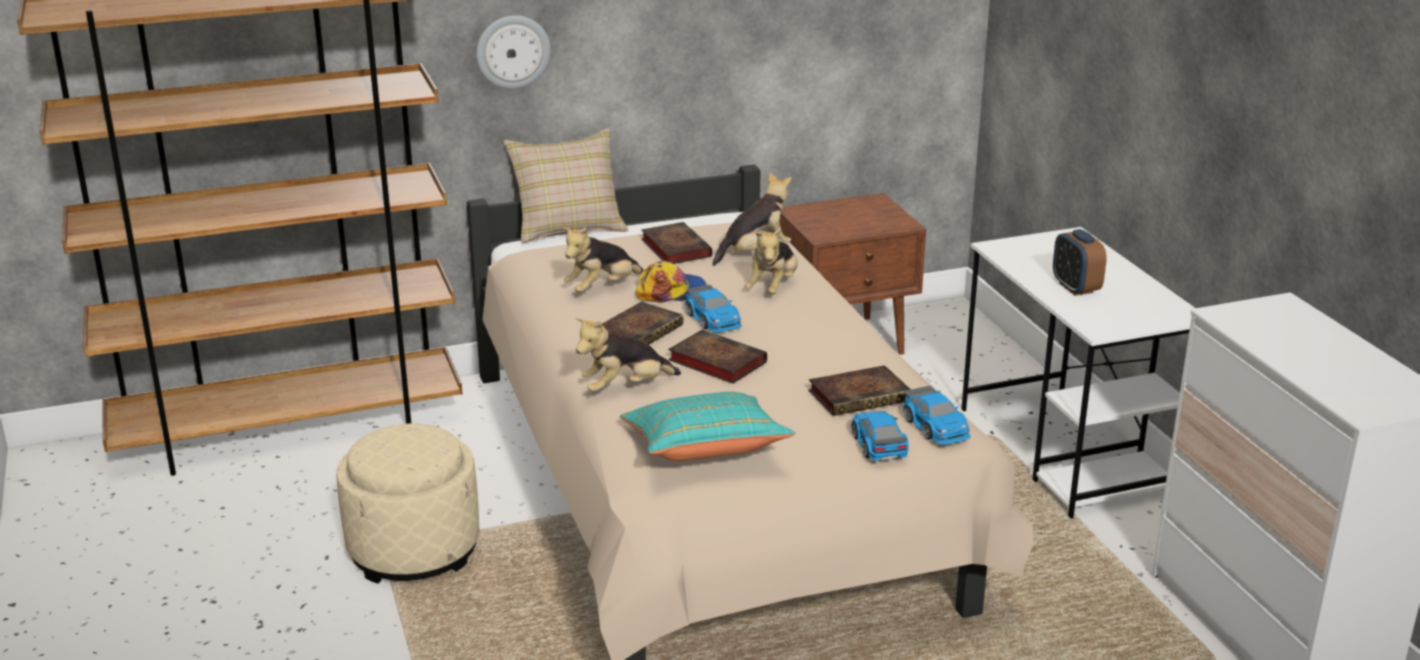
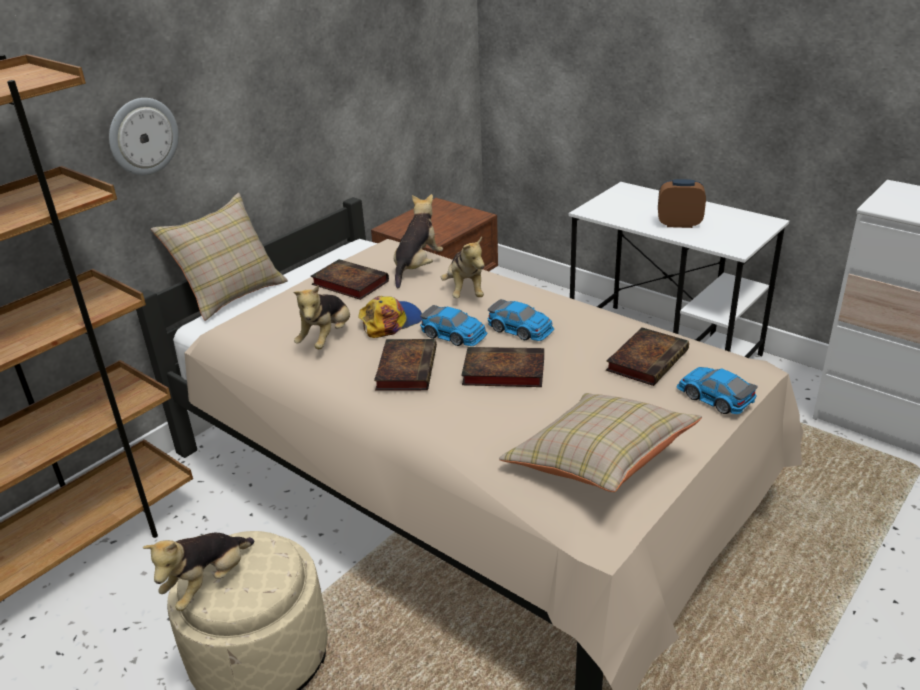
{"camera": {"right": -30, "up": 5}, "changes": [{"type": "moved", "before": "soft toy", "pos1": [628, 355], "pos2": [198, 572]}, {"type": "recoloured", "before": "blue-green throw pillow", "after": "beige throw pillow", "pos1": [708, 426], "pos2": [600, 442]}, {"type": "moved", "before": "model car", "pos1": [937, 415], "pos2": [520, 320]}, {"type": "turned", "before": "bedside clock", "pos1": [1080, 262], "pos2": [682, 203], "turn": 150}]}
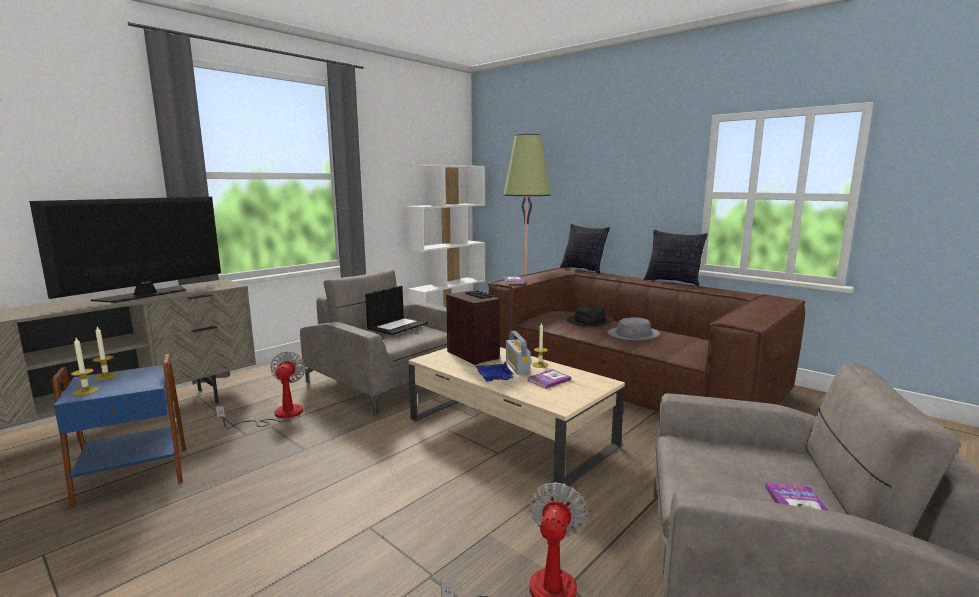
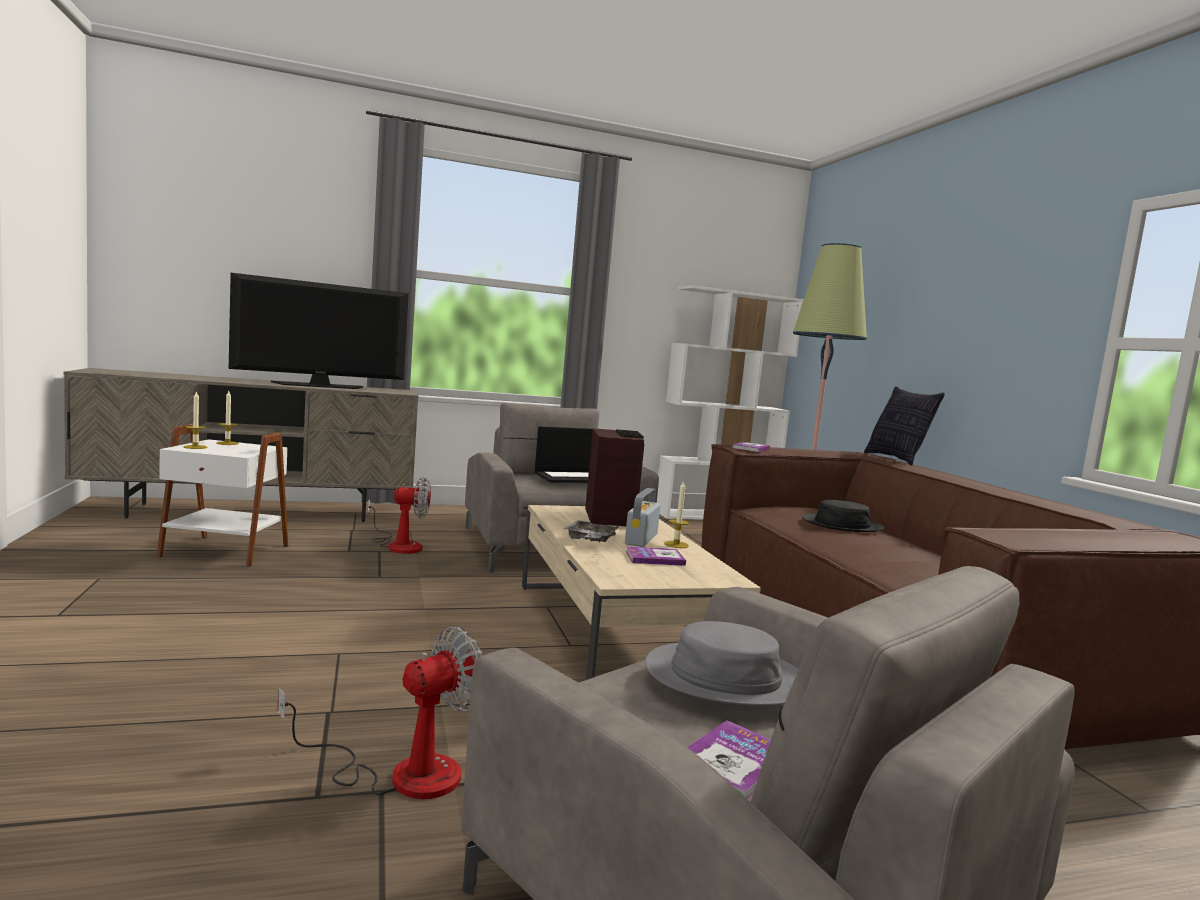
{"camera": {"right": 30, "up": -5}, "changes": [{"type": "recoloured", "before": "blue side table", "after": "white side table", "pos1": [119, 431], "pos2": [222, 495]}, {"type": "turned", "before": "cooling fan", "pos1": [260, 390], "pos2": [399, 515], "turn": 60}, {"type": "recoloured", "before": "blue serving tray", "after": "grey serving tray", "pos1": [495, 371], "pos2": [591, 531]}, {"type": "moved", "before": "grey wearable hat", "pos1": [634, 329], "pos2": [722, 663]}, {"type": "removed", "before": "throw pillow", "pos1": [676, 258]}]}
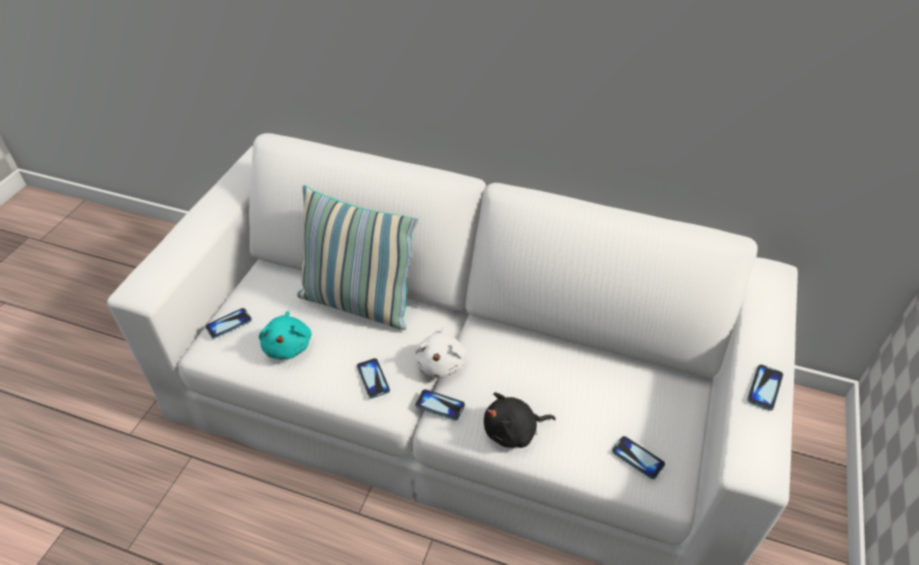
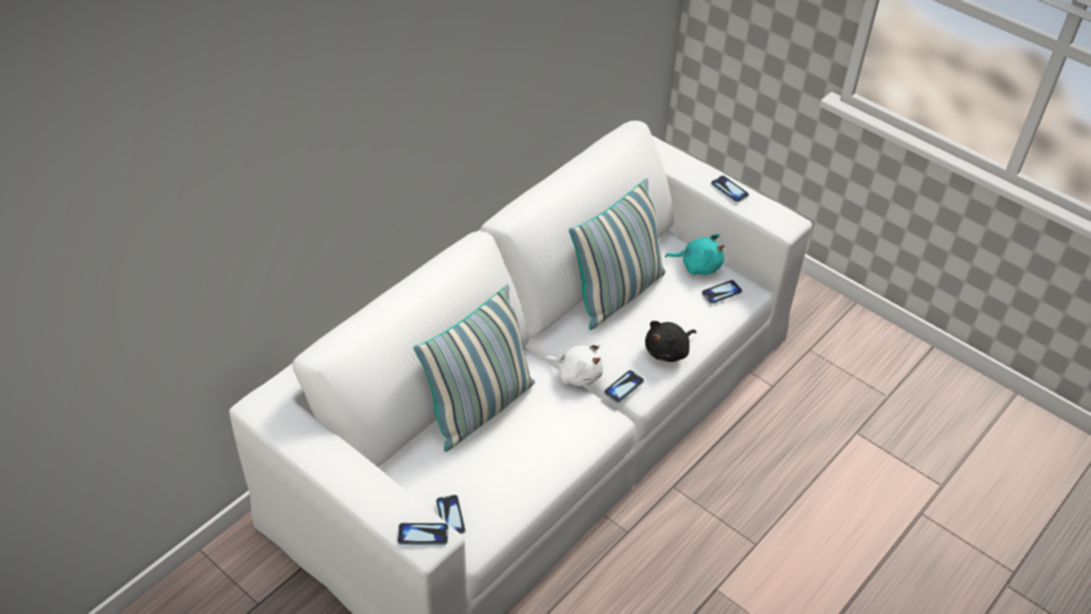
{"camera": {"right": -70, "up": 0}, "changes": [{"type": "moved", "before": "blue-green soft toy", "pos1": [285, 335], "pos2": [695, 254]}, {"type": "moved", "before": "handset", "pos1": [373, 378], "pos2": [422, 534]}, {"type": "turned", "before": "blackish soft toy", "pos1": [520, 420], "pos2": [670, 341], "turn": 45}, {"type": "added", "after": "throw pillow", "pos2": [617, 254]}]}
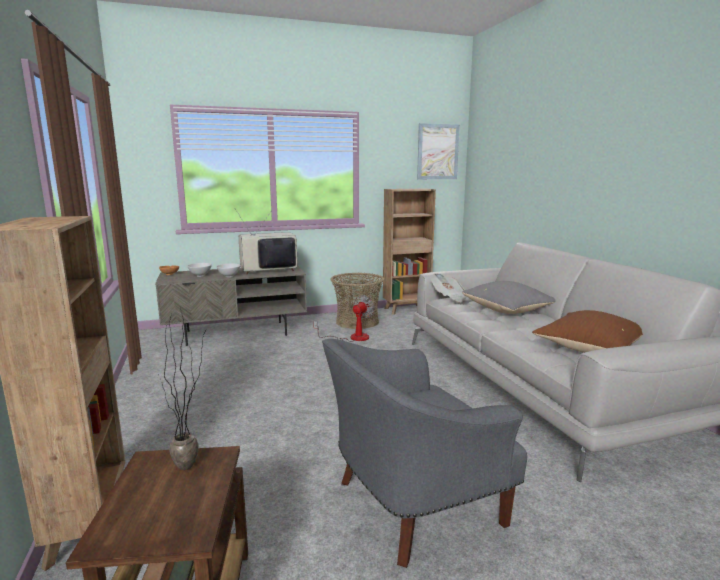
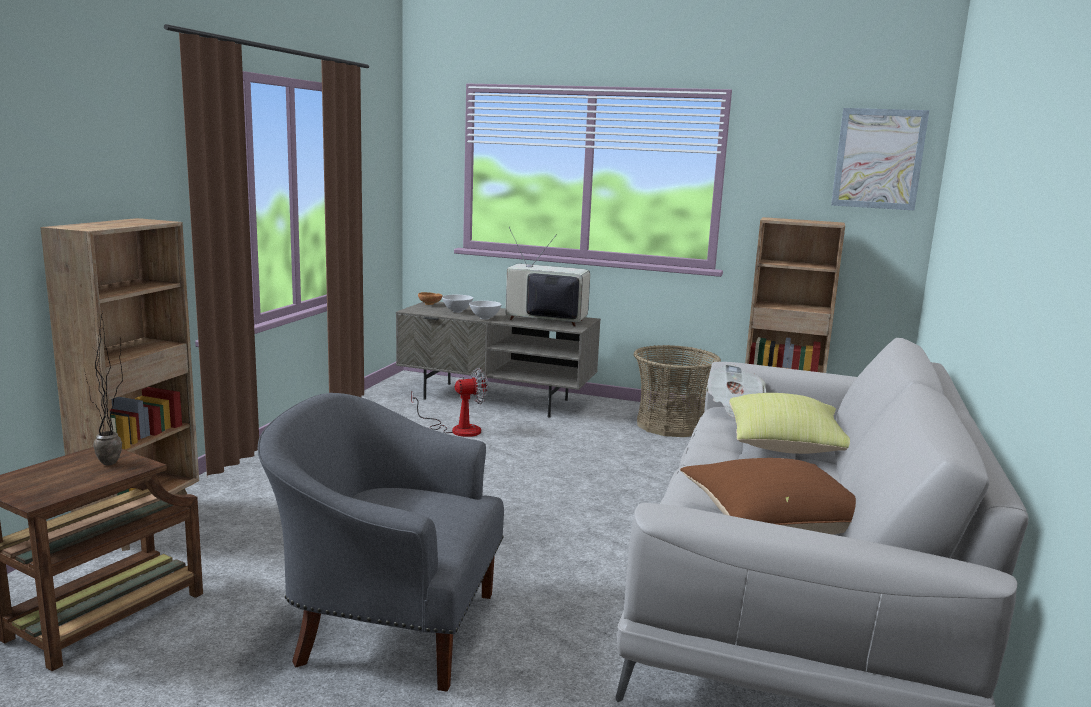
{"camera": {"right": 35, "up": 0}, "changes": [{"type": "moved", "before": "cooling fan", "pos1": [343, 318], "pos2": [449, 402]}, {"type": "recoloured", "before": "grey throw pillow", "after": "yellow throw pillow", "pos1": [508, 297], "pos2": [789, 423]}]}
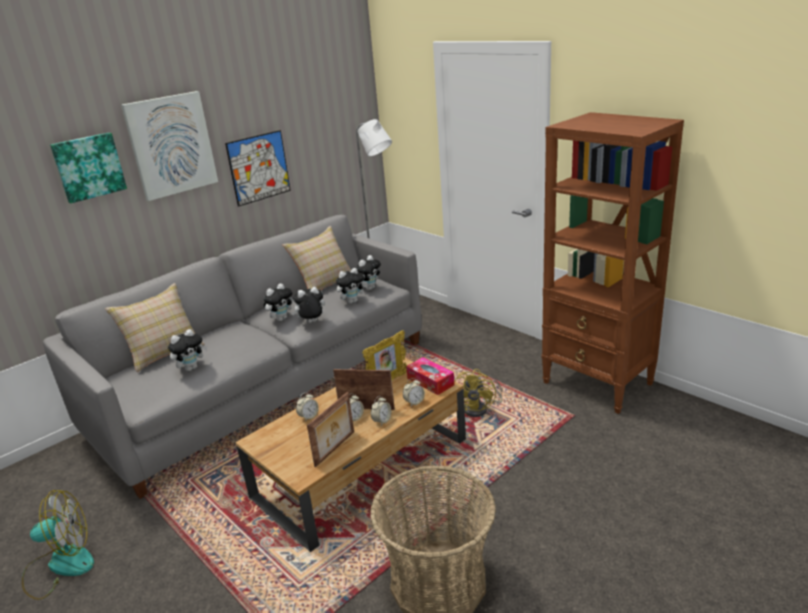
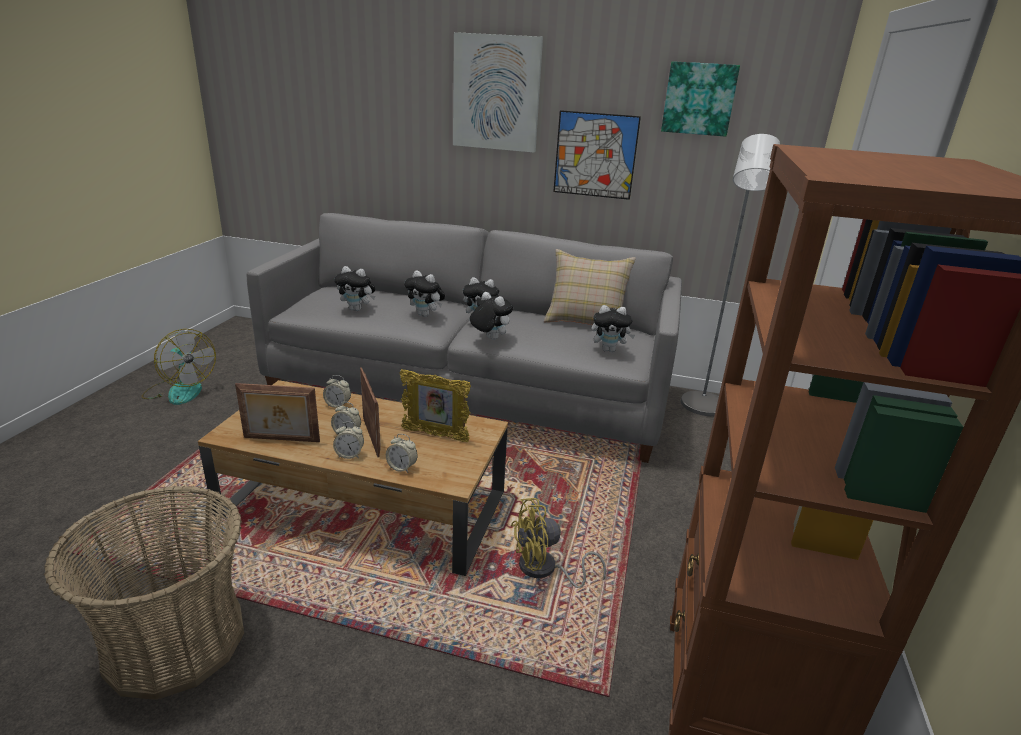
{"camera": {"right": 55, "up": 0}, "changes": [{"type": "moved", "before": "wall art", "pos1": [88, 168], "pos2": [700, 99]}, {"type": "removed", "before": "beige throw pillow", "pos1": [155, 327]}, {"type": "moved", "before": "soft toy", "pos1": [351, 286], "pos2": [424, 293]}, {"type": "removed", "before": "tissue holder", "pos1": [430, 376]}]}
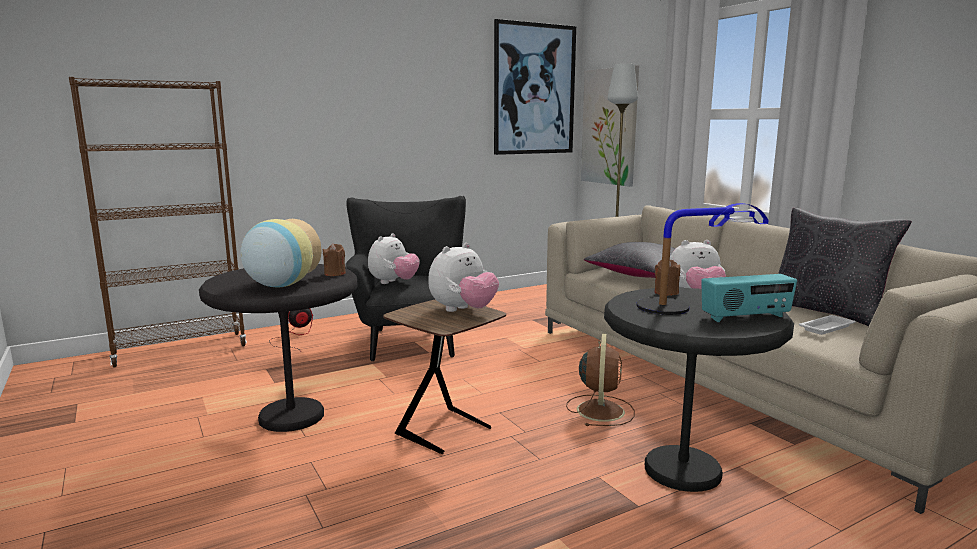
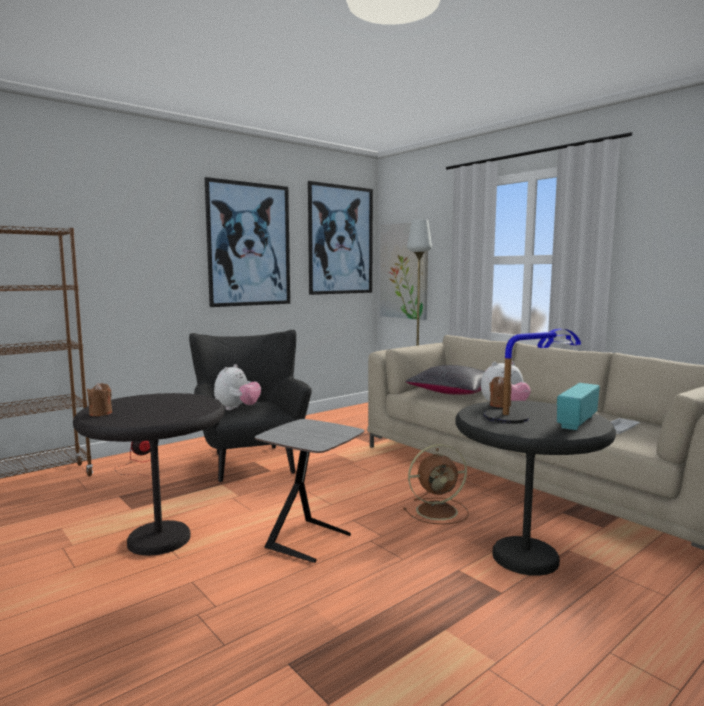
{"camera": {"right": -10, "up": -5}, "changes": [{"type": "removed", "before": "vase", "pos1": [281, 253]}, {"type": "moved", "before": "brownish candle", "pos1": [334, 259], "pos2": [99, 399]}, {"type": "recoloured", "before": "brownish side table", "after": "grey side table", "pos1": [444, 377], "pos2": [309, 491]}, {"type": "removed", "before": "soft toy", "pos1": [463, 277]}, {"type": "turned", "before": "brownish cooling fan", "pos1": [600, 380], "pos2": [436, 484], "turn": 75}, {"type": "turned", "before": "radio", "pos1": [749, 298], "pos2": [578, 406], "turn": 150}, {"type": "removed", "before": "blackish throw pillow", "pos1": [845, 267]}, {"type": "added", "after": "wall art", "pos2": [247, 242]}]}
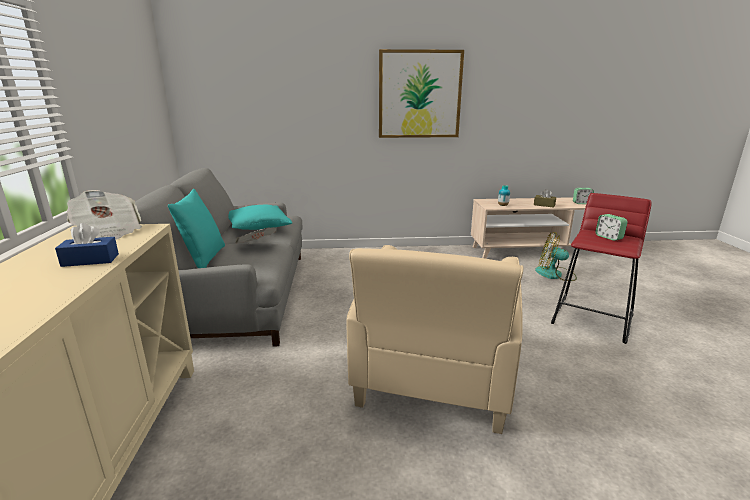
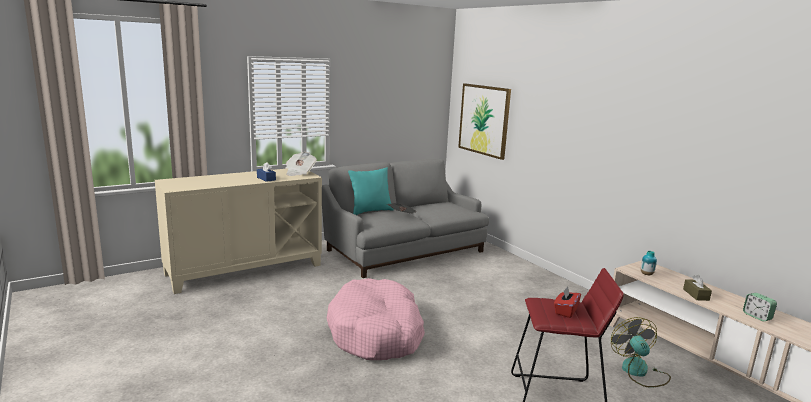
{"camera": {"right": 60, "up": -5}, "changes": [{"type": "removed", "before": "blue-green throw pillow", "pos1": [260, 217]}, {"type": "replaced", "before": "beige easy chair", "after": "pinkish pet bed", "pos1": [435, 339], "pos2": [376, 319]}, {"type": "moved", "before": "wall art", "pos1": [421, 93], "pos2": [484, 121]}, {"type": "replaced", "before": "bedside clock", "after": "red-coloured tissue holder", "pos1": [611, 227], "pos2": [567, 302]}]}
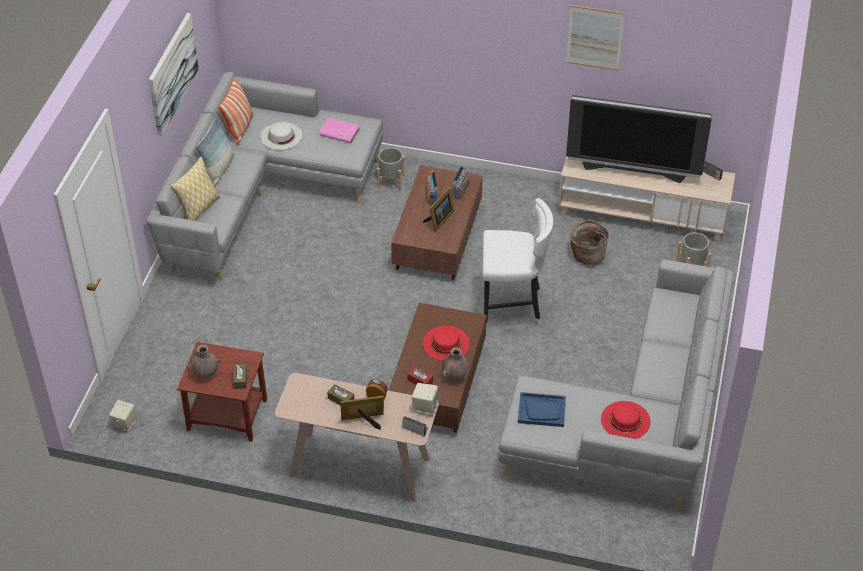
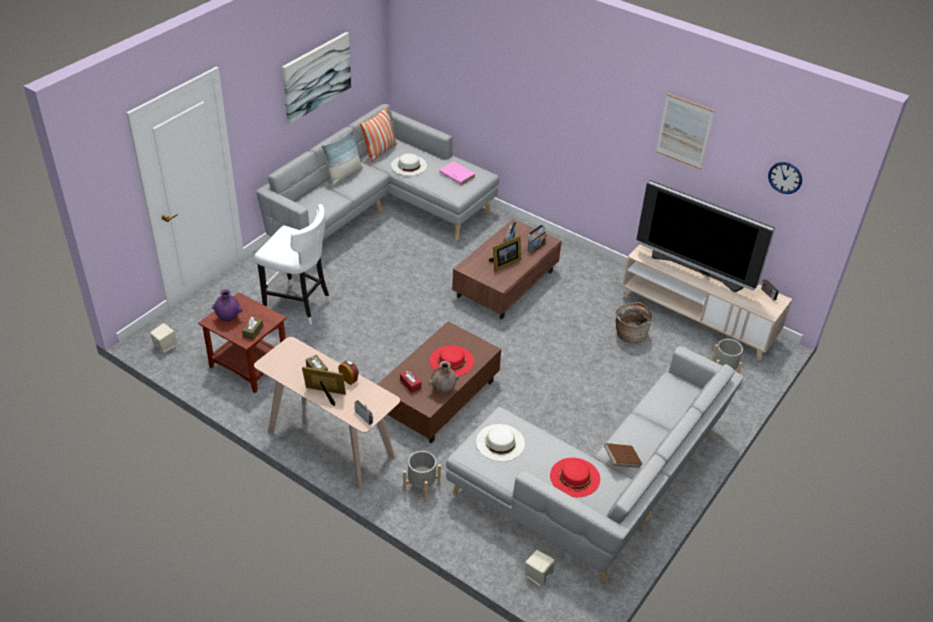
{"camera": {"right": 20, "up": -5}, "changes": [{"type": "removed", "before": "throw pillow", "pos1": [195, 189]}, {"type": "recoloured", "before": "brownish vase", "after": "purple vase", "pos1": [204, 361], "pos2": [227, 305]}, {"type": "moved", "before": "grey planter", "pos1": [391, 169], "pos2": [422, 476]}, {"type": "moved", "before": "beige audio speaker", "pos1": [425, 399], "pos2": [539, 568]}, {"type": "moved", "before": "white sitting stool", "pos1": [517, 263], "pos2": [292, 264]}, {"type": "replaced", "before": "blue serving tray", "after": "white wearable hat", "pos1": [542, 409], "pos2": [500, 442]}, {"type": "added", "after": "brownish volume", "pos2": [623, 455]}, {"type": "added", "after": "clock on the wall", "pos2": [785, 178]}]}
